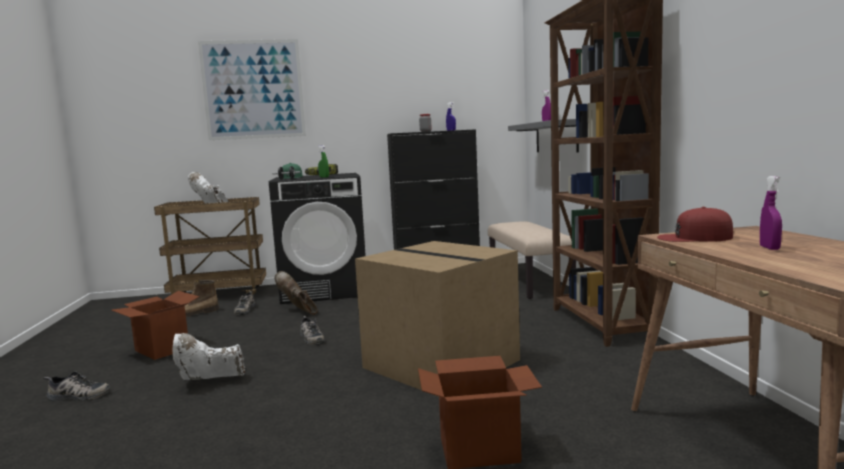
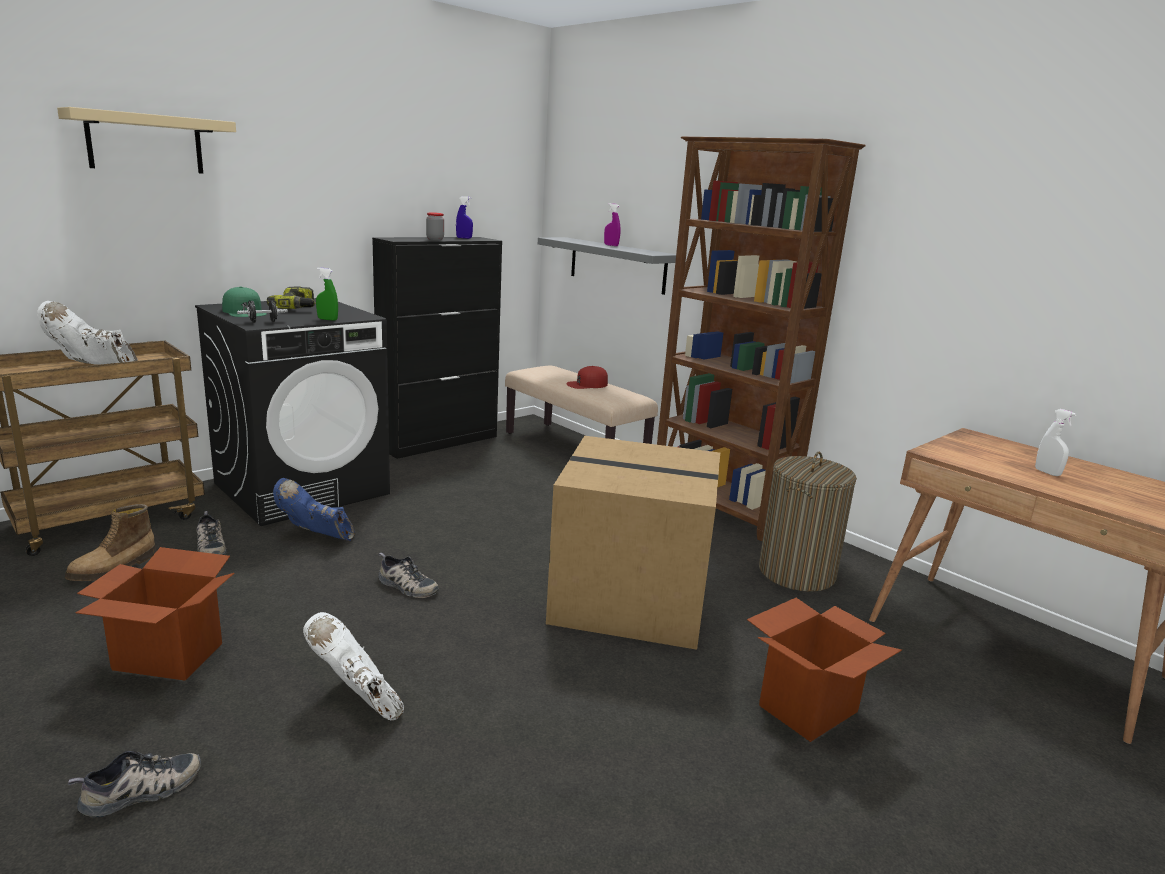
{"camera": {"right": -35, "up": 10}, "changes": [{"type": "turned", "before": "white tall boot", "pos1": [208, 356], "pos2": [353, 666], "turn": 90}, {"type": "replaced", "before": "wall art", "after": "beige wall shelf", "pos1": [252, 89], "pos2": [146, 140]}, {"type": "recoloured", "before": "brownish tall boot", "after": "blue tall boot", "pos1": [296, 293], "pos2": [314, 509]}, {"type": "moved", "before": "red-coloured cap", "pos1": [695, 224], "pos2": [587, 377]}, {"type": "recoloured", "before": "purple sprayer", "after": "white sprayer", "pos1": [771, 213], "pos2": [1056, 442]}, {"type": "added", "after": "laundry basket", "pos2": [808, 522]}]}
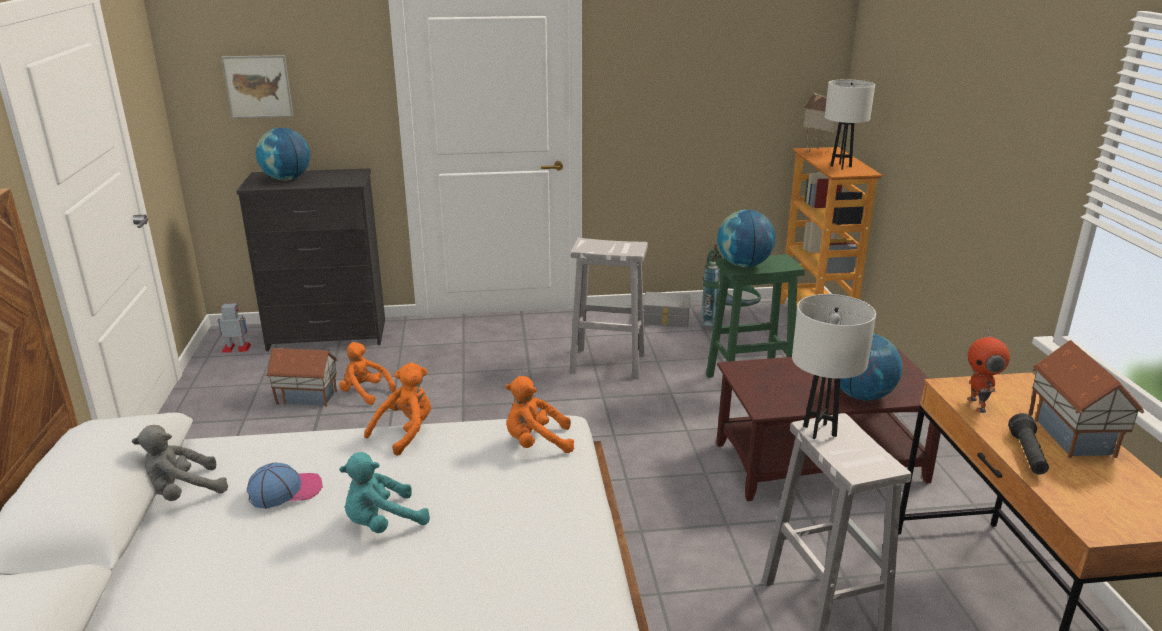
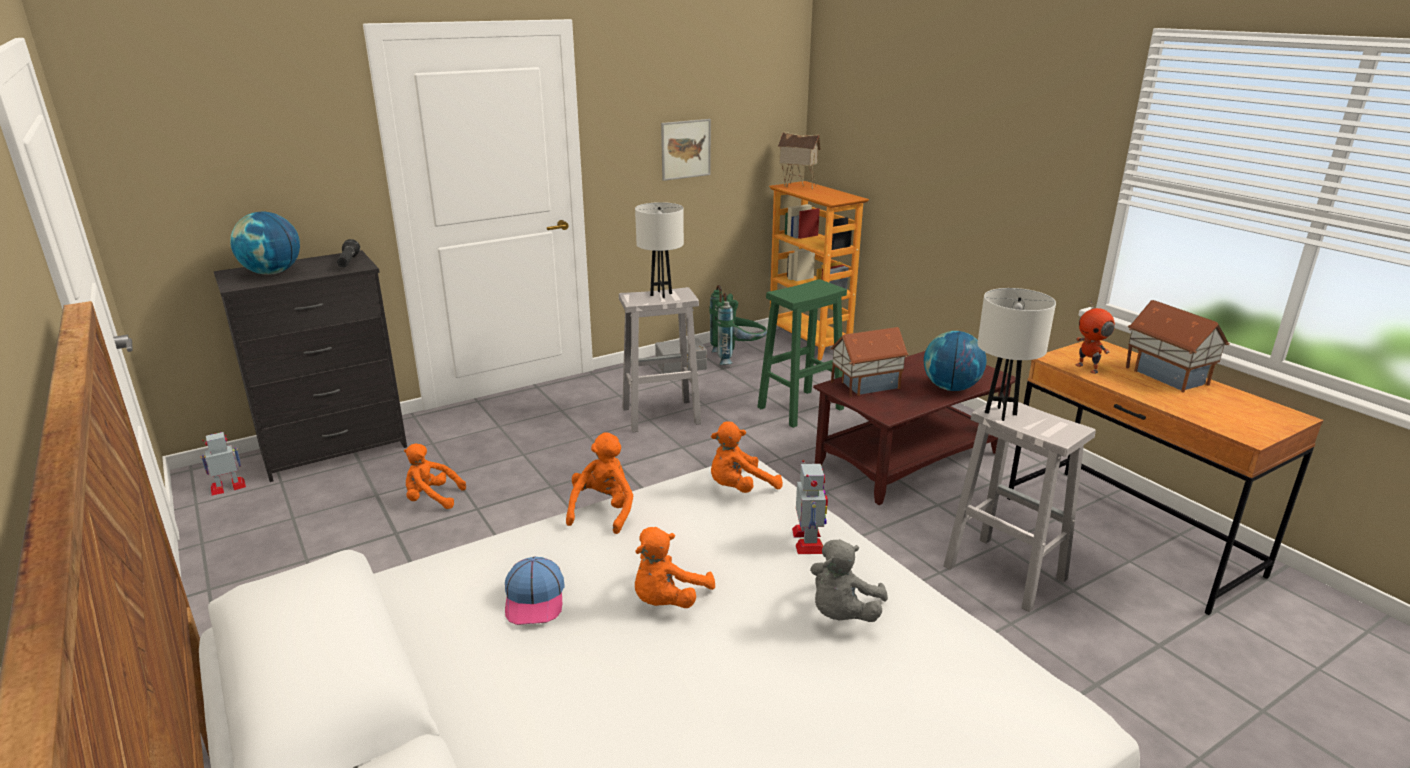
{"camera": {"right": -25, "up": 0}, "changes": [{"type": "moved", "before": "grey soft toy", "pos1": [180, 463], "pos2": [849, 580]}, {"type": "moved", "before": "wall art", "pos1": [257, 86], "pos2": [686, 150]}, {"type": "turned", "before": "cap", "pos1": [285, 485], "pos2": [535, 591], "turn": 135}, {"type": "moved", "before": "model house", "pos1": [302, 377], "pos2": [869, 362]}, {"type": "recoloured", "before": "blue-green soft toy", "after": "orangey soft toy", "pos1": [384, 492], "pos2": [675, 567]}, {"type": "removed", "before": "desk globe", "pos1": [746, 238]}, {"type": "moved", "before": "white lamp for a table", "pos1": [850, 124], "pos2": [659, 250]}, {"type": "moved", "before": "blackish flashlight", "pos1": [1028, 444], "pos2": [348, 253]}, {"type": "added", "after": "model robot", "pos2": [810, 507]}]}
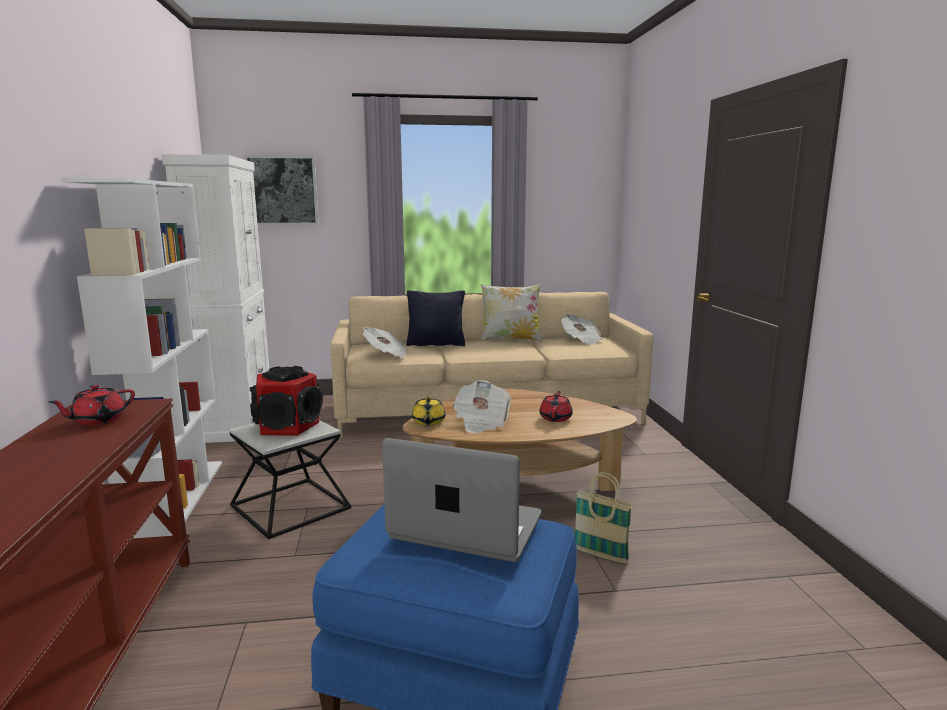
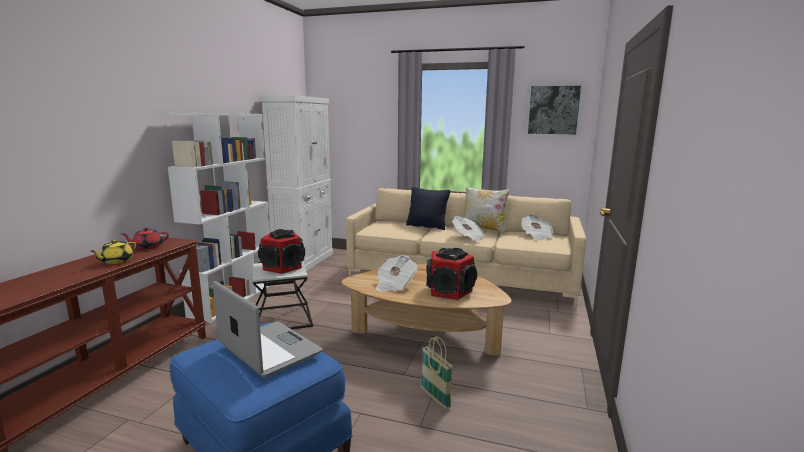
{"camera": {"right": 25, "up": 0}, "changes": [{"type": "moved", "before": "wall art", "pos1": [281, 190], "pos2": [554, 110]}, {"type": "moved", "before": "printed paper", "pos1": [385, 342], "pos2": [468, 229]}, {"type": "moved", "before": "yellow teapot", "pos1": [428, 411], "pos2": [113, 251]}, {"type": "replaced", "before": "red-coloured teapot", "after": "audio speaker", "pos1": [556, 406], "pos2": [451, 274]}]}
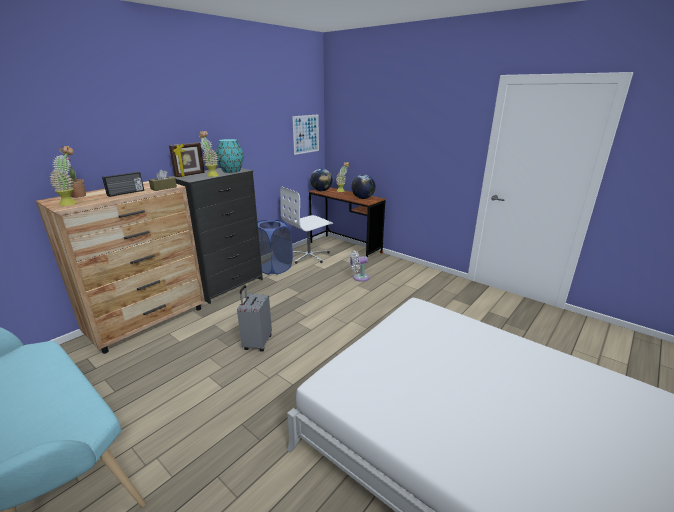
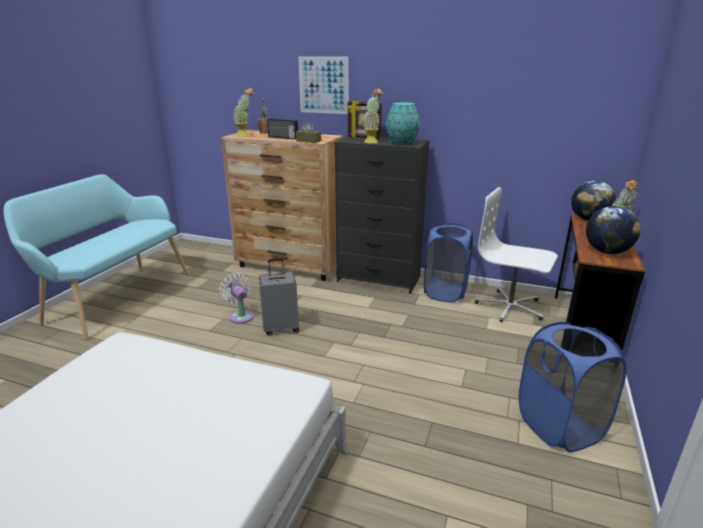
{"camera": {"right": 70, "up": 0}, "changes": [{"type": "moved", "before": "wall art", "pos1": [305, 135], "pos2": [323, 85]}, {"type": "moved", "before": "white cooling fan", "pos1": [359, 266], "pos2": [236, 298]}, {"type": "added", "after": "blue laundry basket", "pos2": [572, 387]}]}
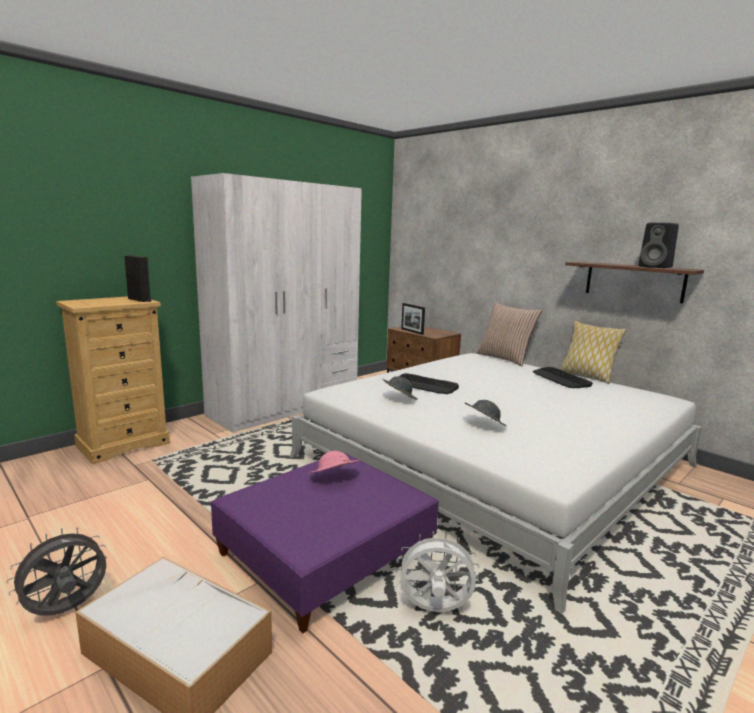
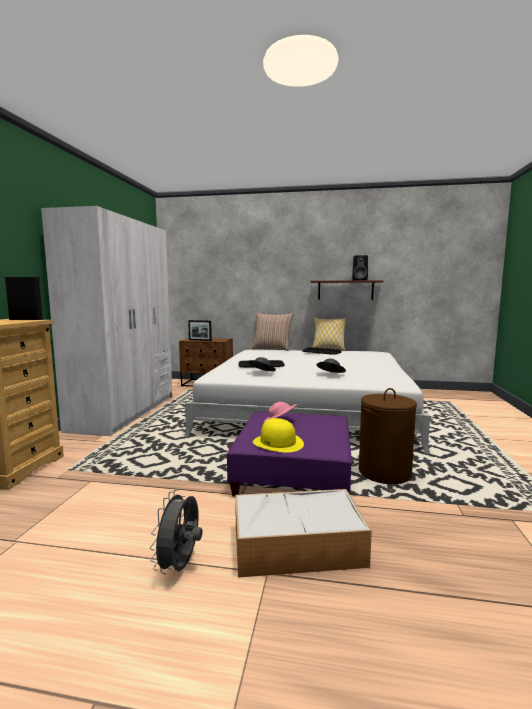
{"camera": {"right": -35, "up": -5}, "changes": [{"type": "replaced", "before": "white cooling fan", "after": "brownish laundry basket", "pos1": [437, 571], "pos2": [388, 436]}, {"type": "added", "after": "yellow wearable hat", "pos2": [278, 435]}]}
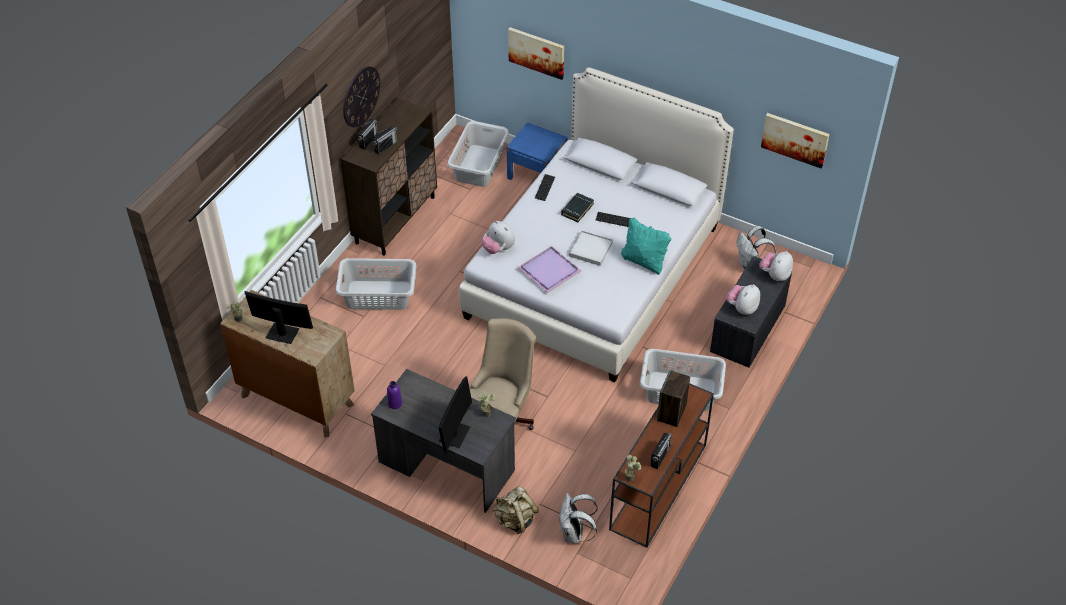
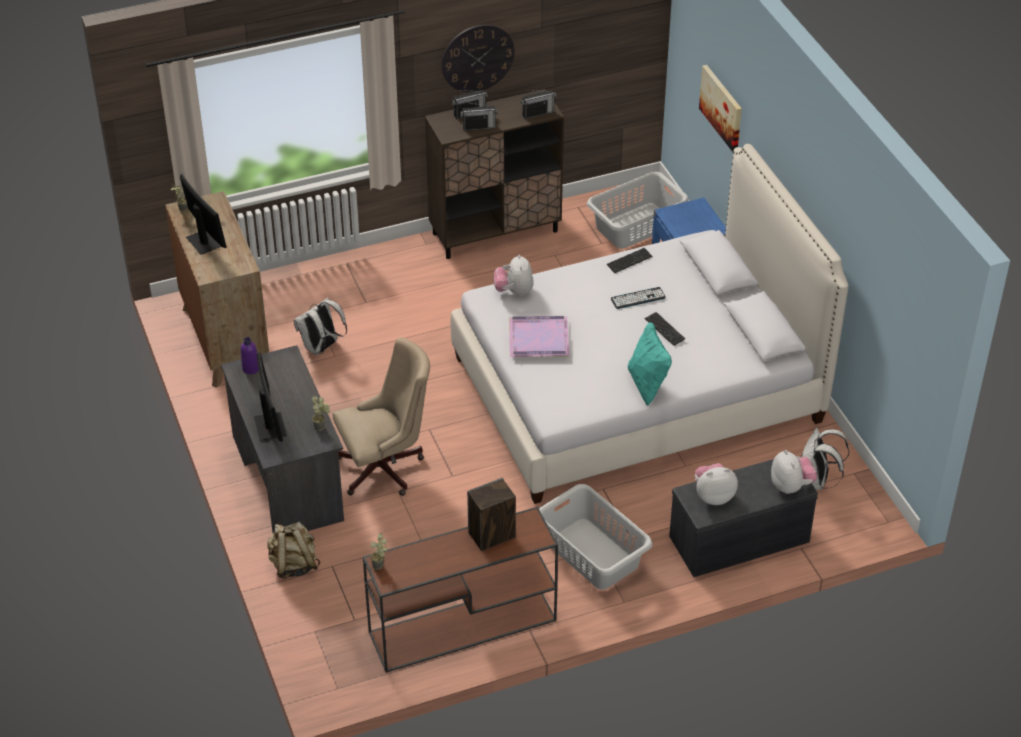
{"camera": {"right": 40, "up": -5}, "changes": [{"type": "removed", "before": "grey laundry basket", "pos1": [376, 284]}, {"type": "turned", "before": "computer display", "pos1": [455, 414], "pos2": [270, 396], "turn": -75}, {"type": "moved", "before": "white backpack", "pos1": [578, 518], "pos2": [320, 326]}, {"type": "replaced", "before": "blackish volume", "after": "PC keyboard", "pos1": [577, 207], "pos2": [638, 298]}, {"type": "removed", "before": "white serving tray", "pos1": [591, 248]}, {"type": "moved", "before": "radio", "pos1": [661, 451], "pos2": [538, 104]}, {"type": "turned", "before": "soft toy", "pos1": [776, 266], "pos2": [794, 472], "turn": 90}, {"type": "removed", "before": "wall art", "pos1": [795, 141]}]}
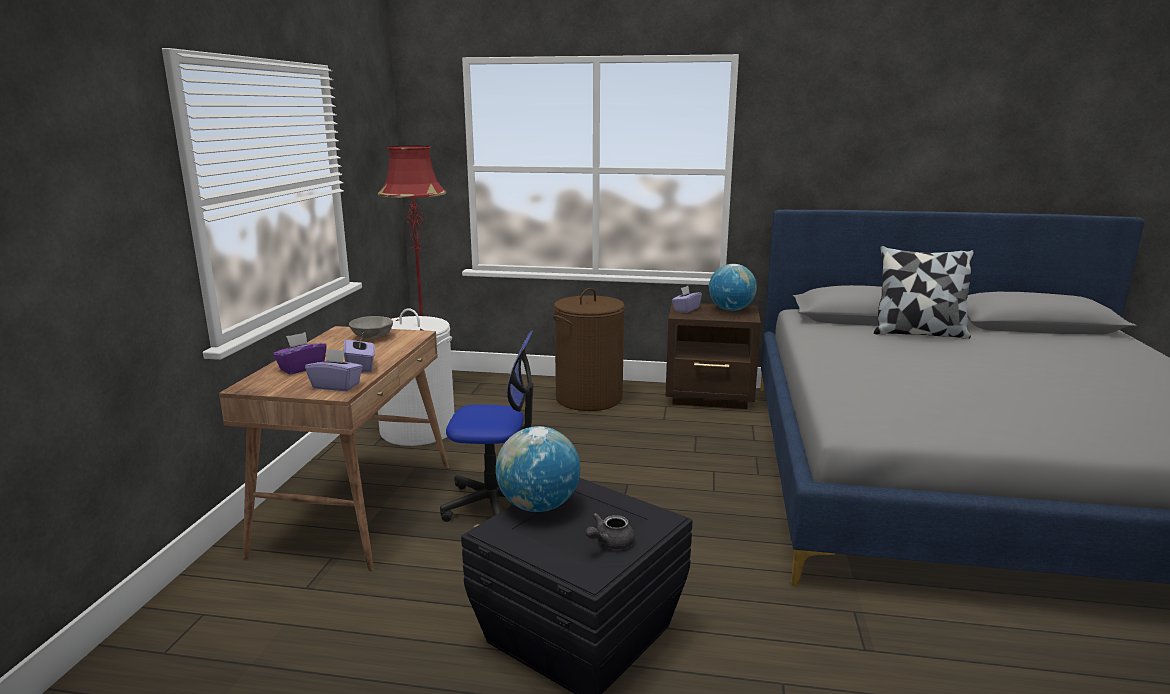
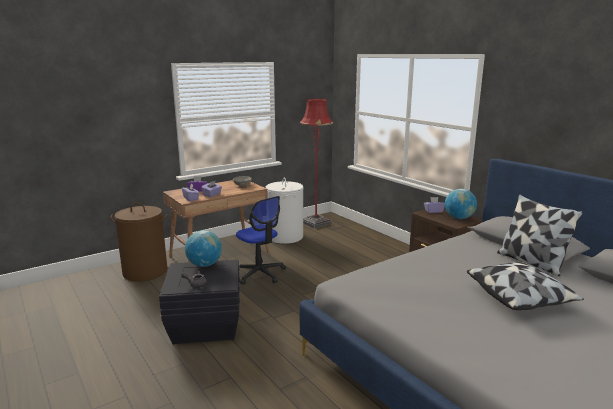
{"camera": {"right": 45, "up": 0}, "changes": [{"type": "moved", "before": "brownish laundry basket", "pos1": [589, 349], "pos2": [139, 242]}, {"type": "added", "after": "throw pillow", "pos2": [525, 286]}]}
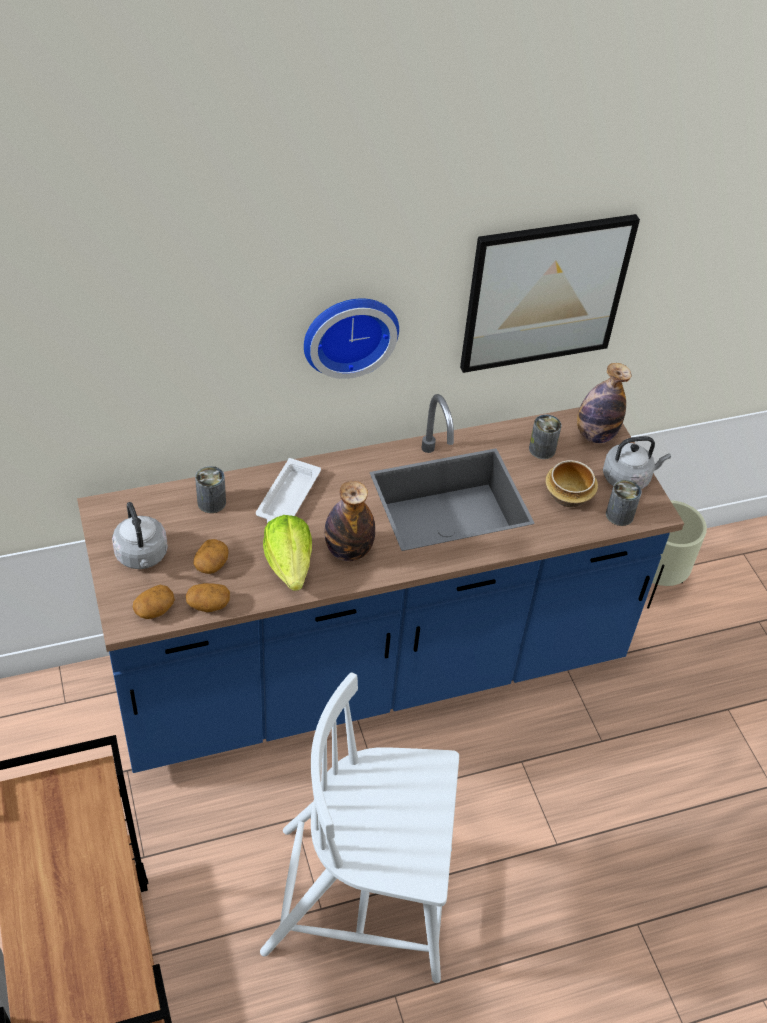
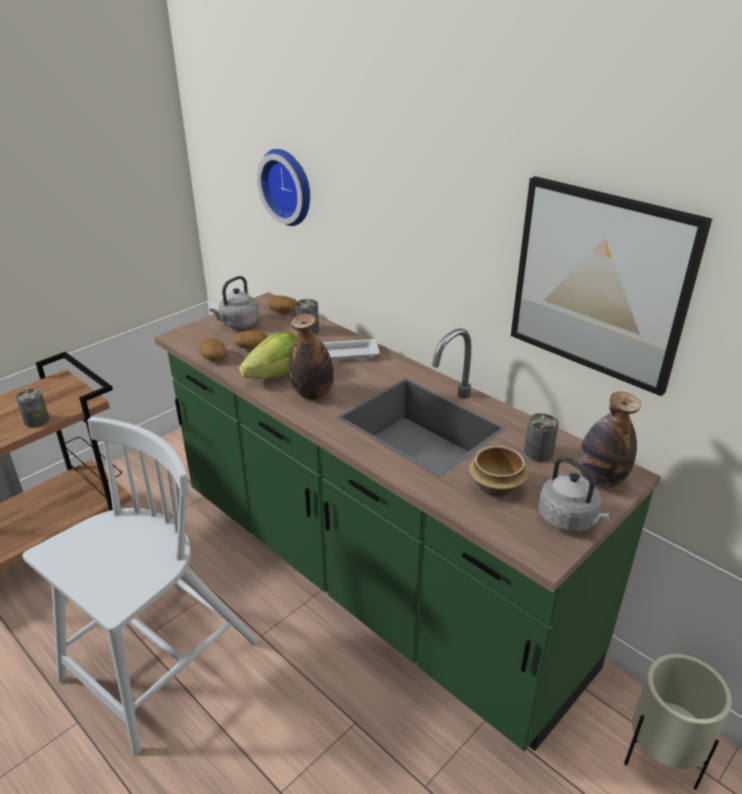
{"camera": {"right": 65, "up": -15}, "changes": [{"type": "recoloured", "before": "blue counter", "after": "green-coloured counter", "pos1": [380, 583], "pos2": [408, 521]}, {"type": "moved", "before": "potato", "pos1": [154, 602], "pos2": [282, 304]}, {"type": "turned", "before": "white upright chair", "pos1": [359, 827], "pos2": [140, 585], "turn": 60}, {"type": "moved", "before": "clock on the wall", "pos1": [351, 338], "pos2": [283, 187]}, {"type": "moved", "before": "metal can", "pos1": [624, 503], "pos2": [33, 408]}]}
